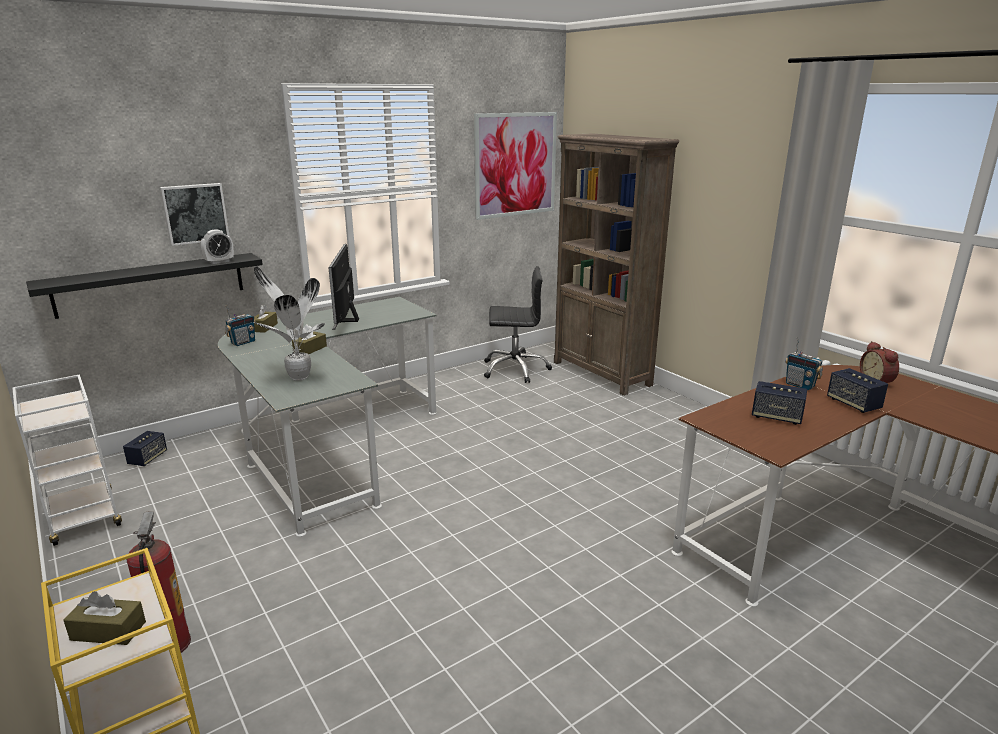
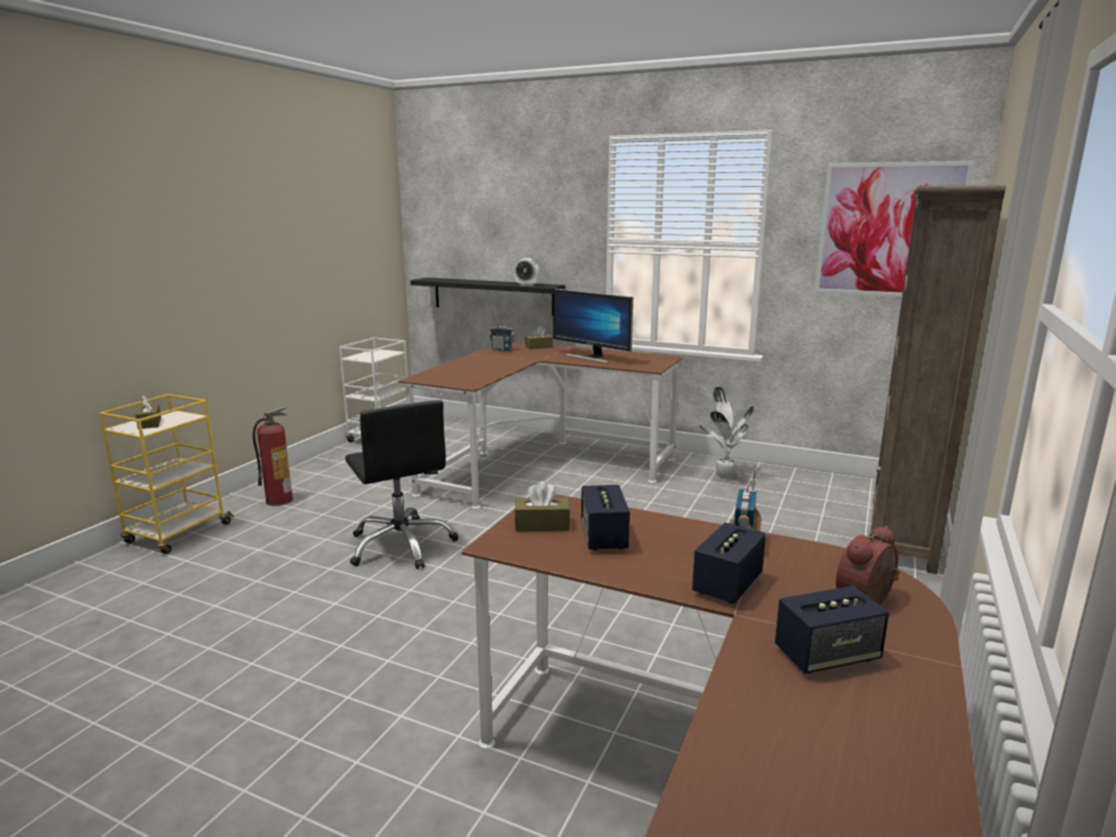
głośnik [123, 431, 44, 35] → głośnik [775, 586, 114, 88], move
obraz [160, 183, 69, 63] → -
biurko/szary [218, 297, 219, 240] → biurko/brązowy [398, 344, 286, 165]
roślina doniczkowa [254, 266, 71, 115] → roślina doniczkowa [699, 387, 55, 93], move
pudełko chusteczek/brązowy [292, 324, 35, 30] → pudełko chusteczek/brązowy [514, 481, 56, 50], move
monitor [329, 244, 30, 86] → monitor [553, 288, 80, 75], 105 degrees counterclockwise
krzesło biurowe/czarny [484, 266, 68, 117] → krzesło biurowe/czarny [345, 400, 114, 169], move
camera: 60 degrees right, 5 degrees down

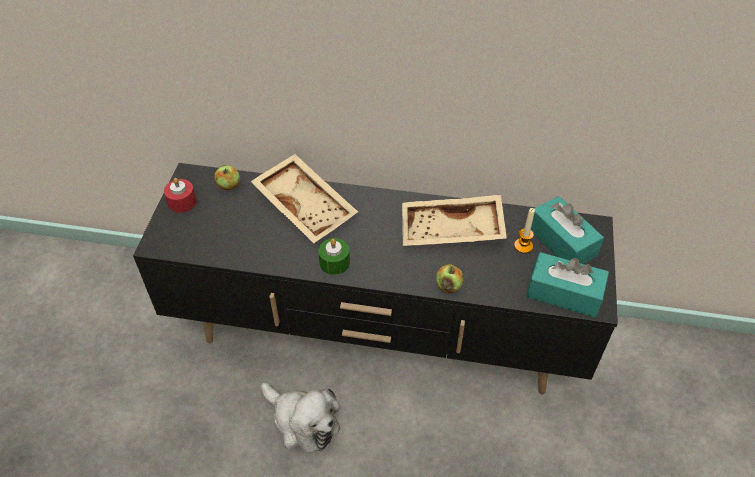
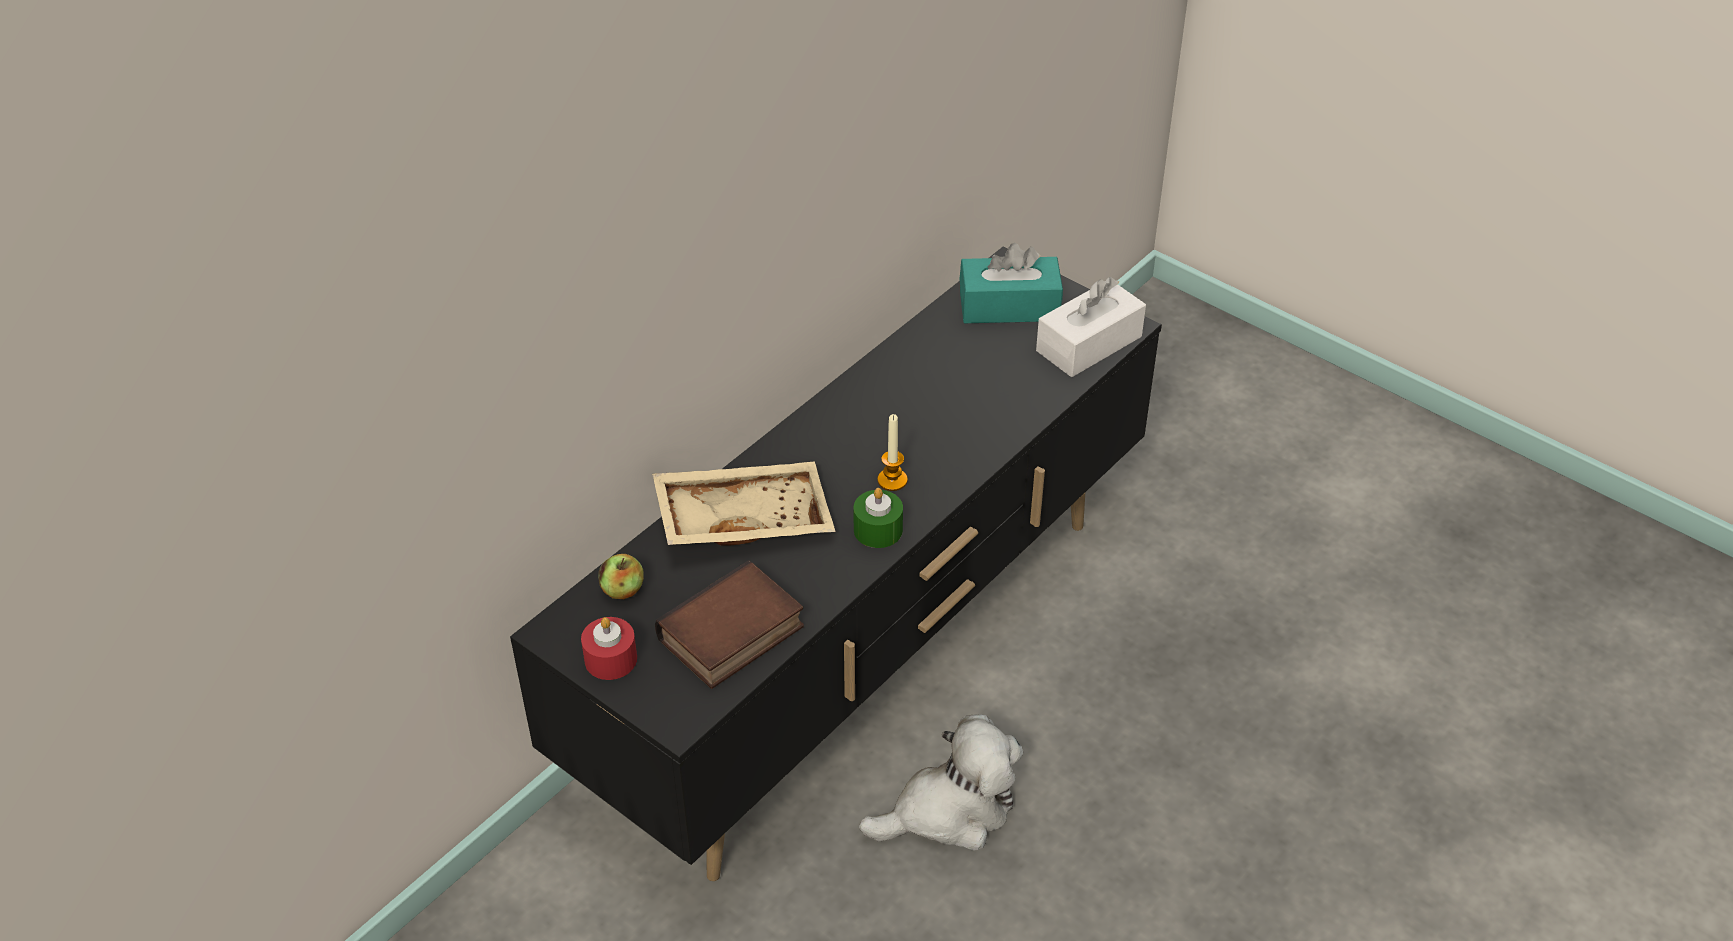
taca/beżowy [402, 195, 105, 51] → -
jabłko [436, 264, 27, 29] → -
świeca [514, 208, 21, 45] → świeca [877, 414, 31, 77], move
pudełko chusteczek/turkusowy [526, 252, 83, 65] → pudełko chusteczek/biały [1036, 277, 110, 100]
- → książka [655, 560, 149, 129]
camera: 60 degrees left, 5 degrees down

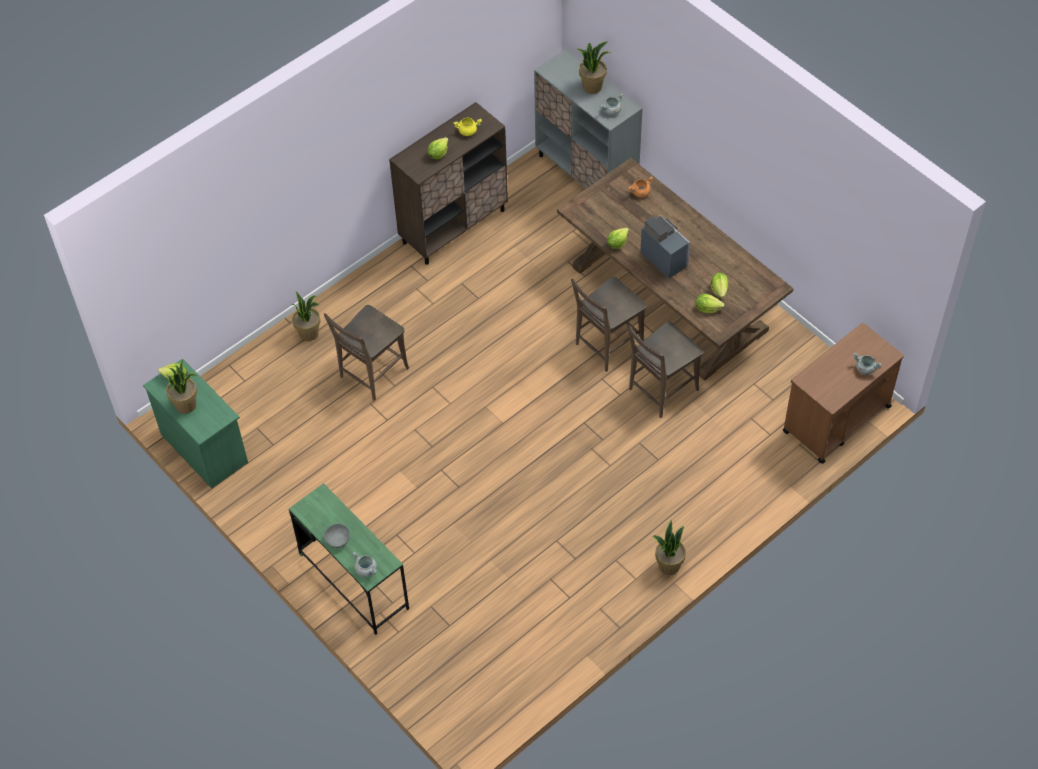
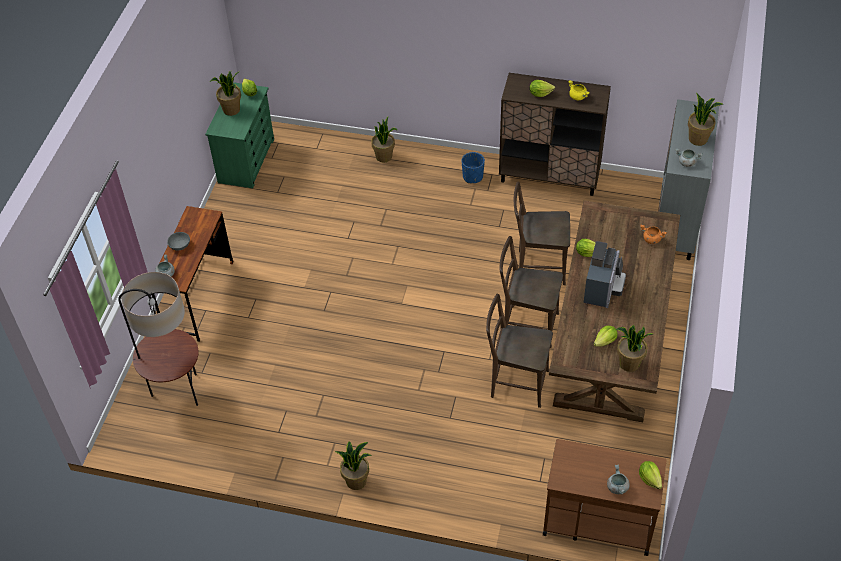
biurko/zielony [289, 483, 120, 152] → biurko/brązowy [151, 206, 82, 136]
krzesło/brązowy [324, 305, 85, 96] → krzesło/brązowy [514, 182, 56, 103], move
sałata [696, 294, 29, 19] → sałata [639, 461, 23, 28], move
- → lampa stojąca [118, 272, 81, 134]
- → donica/niebieski [462, 152, 23, 31]
- → roślina doniczkowa [616, 325, 37, 47]
camera: 55 degrees right, 5 degrees down

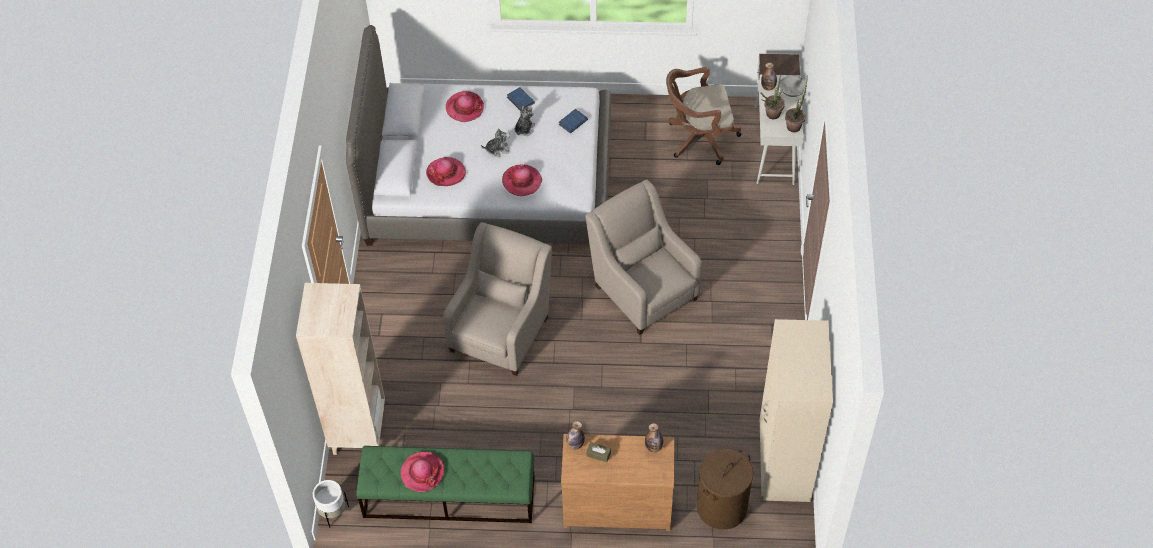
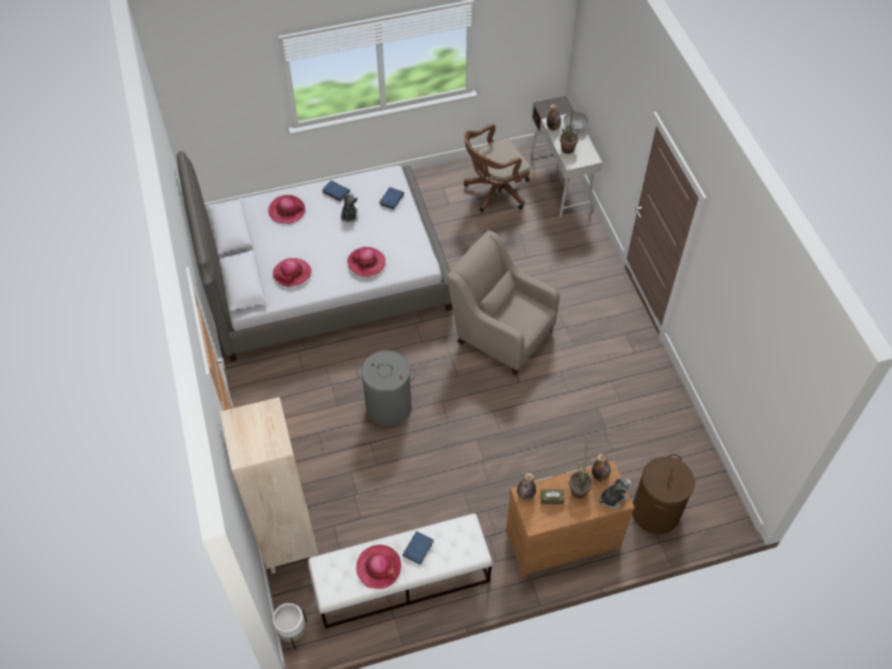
ławka/zielony [356, 446, 179, 77] → ławka/biały [308, 513, 185, 116]
fotel/beżowy [443, 222, 109, 154] → kosz na pranie/szary [356, 350, 60, 76]
pluszak [481, 128, 29, 29] → pluszak [599, 478, 32, 31], move
szafa/beżowy [760, 319, 73, 183] → -
roślina doniczkowa [785, 77, 22, 55] → roślina doniczkowa [569, 438, 24, 60], move
- → książka/niebieski [403, 531, 31, 34]
camera: 20 degrees left, 0 degrees up

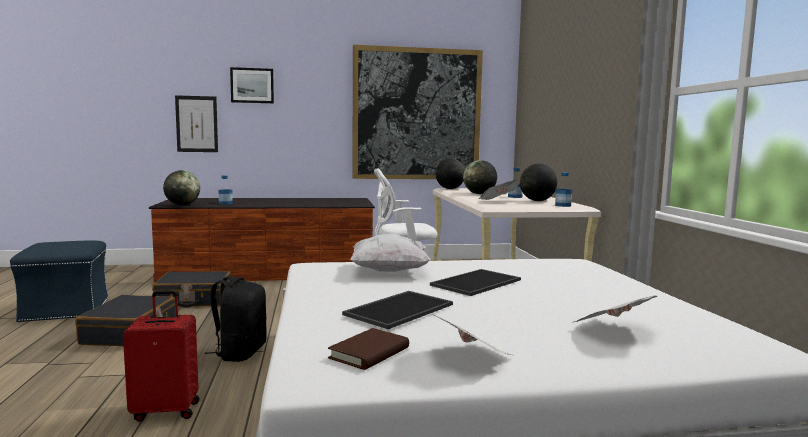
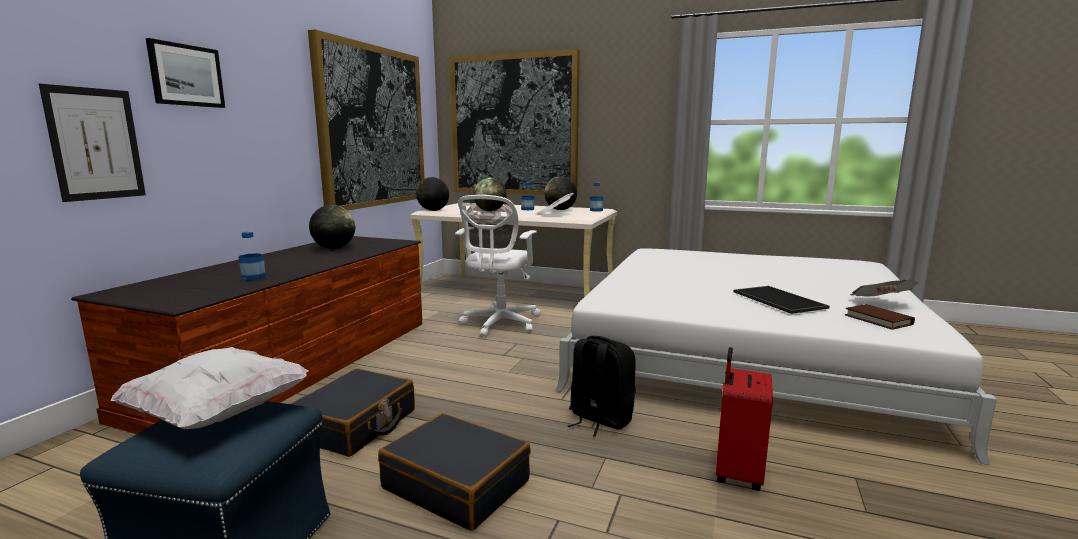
globus [163, 170, 37, 35] → globus [309, 205, 46, 44], move
poduszka/biały [350, 234, 81, 38] → poduszka/biały [111, 347, 197, 82], move
taca [430, 269, 91, 27] → -
gazeta [574, 295, 83, 27] → -
- → obraz [449, 49, 131, 146]
camera: 60 degrees left, 5 degrees up

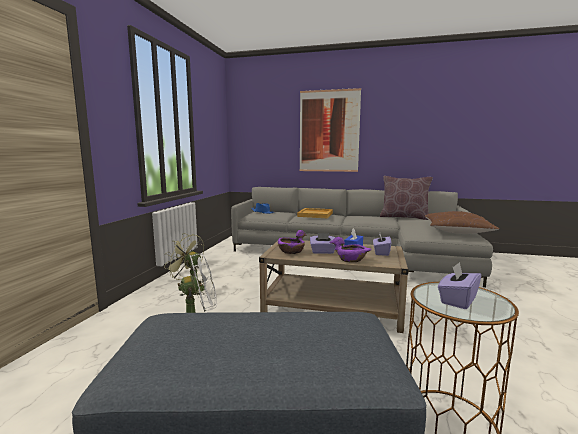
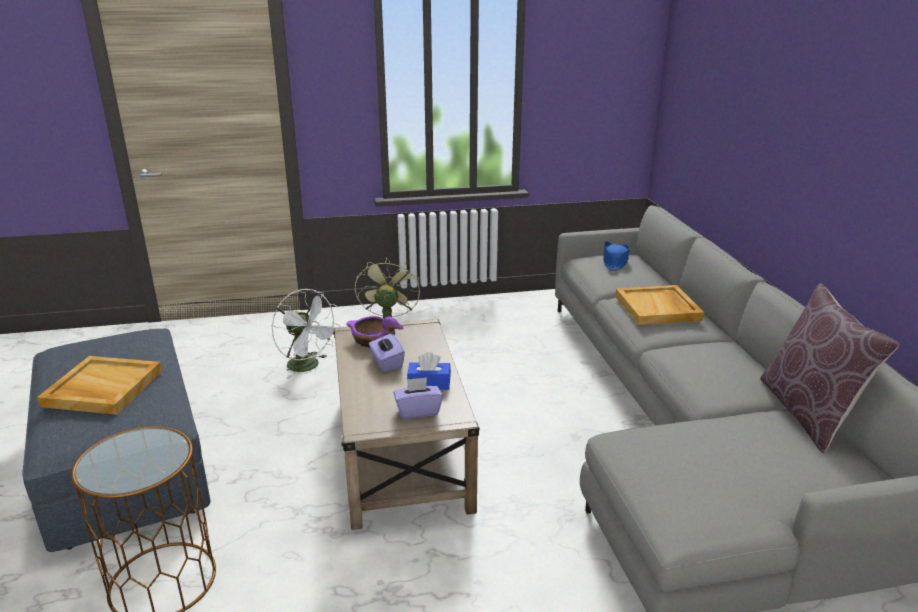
obraz [300, 88, 61, 84] → -
miska/fioletowy [329, 237, 42, 25] → -
poduszka/brązowy [425, 211, 74, 23] → -
pudełko chusteczek/fioletowy [438, 262, 43, 47] → -
- → taca/beżowy [37, 356, 125, 59]
camera: 65 degrees right, 15 degrees up

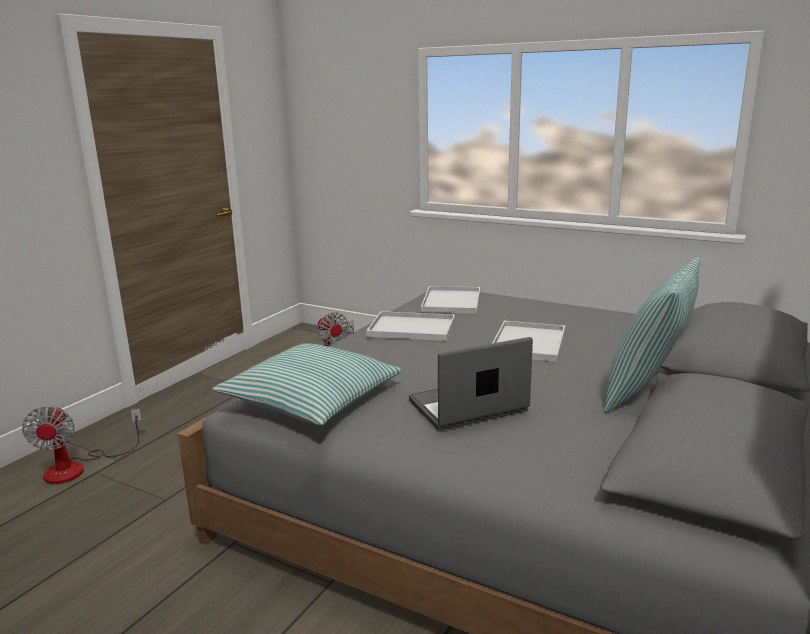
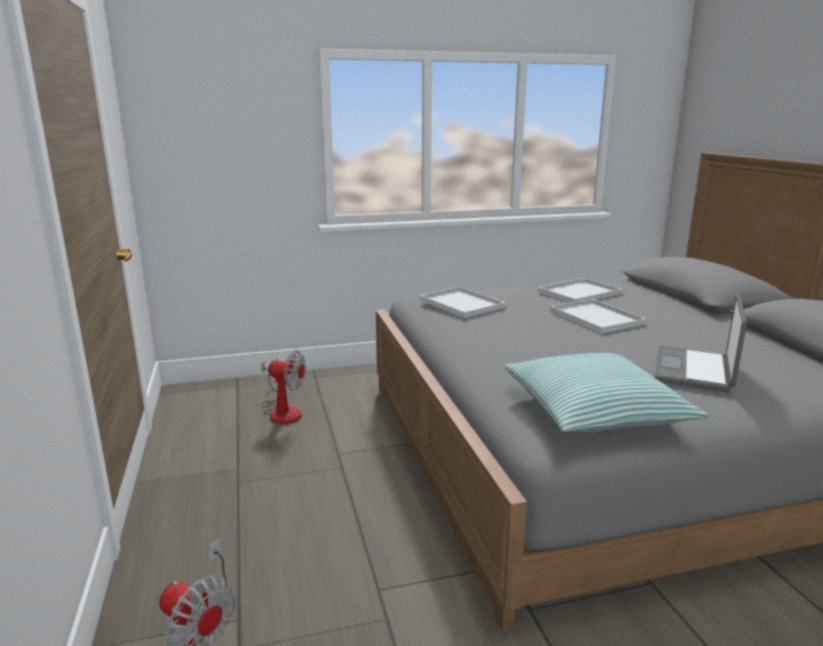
taca/biały [366, 311, 89, 30] → taca/biały [538, 278, 84, 25], move
poduszka [604, 257, 96, 156] → -
camera: 45 degrees left, 0 degrees up

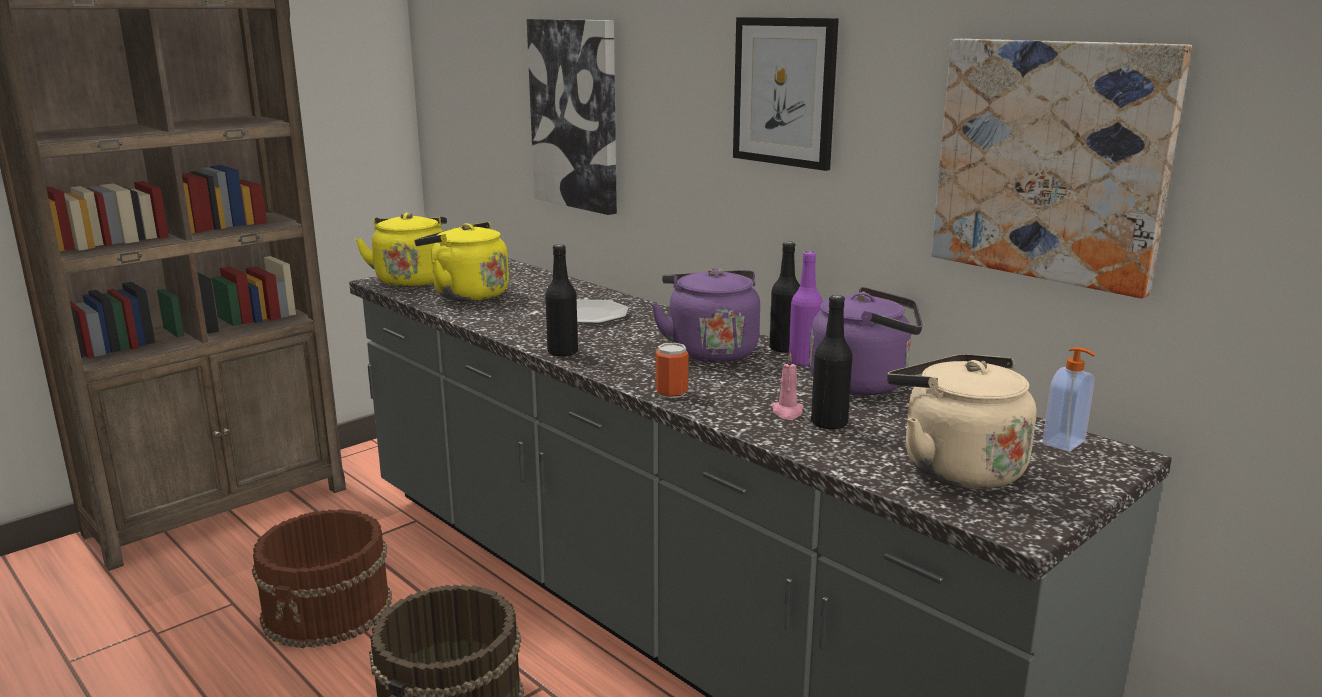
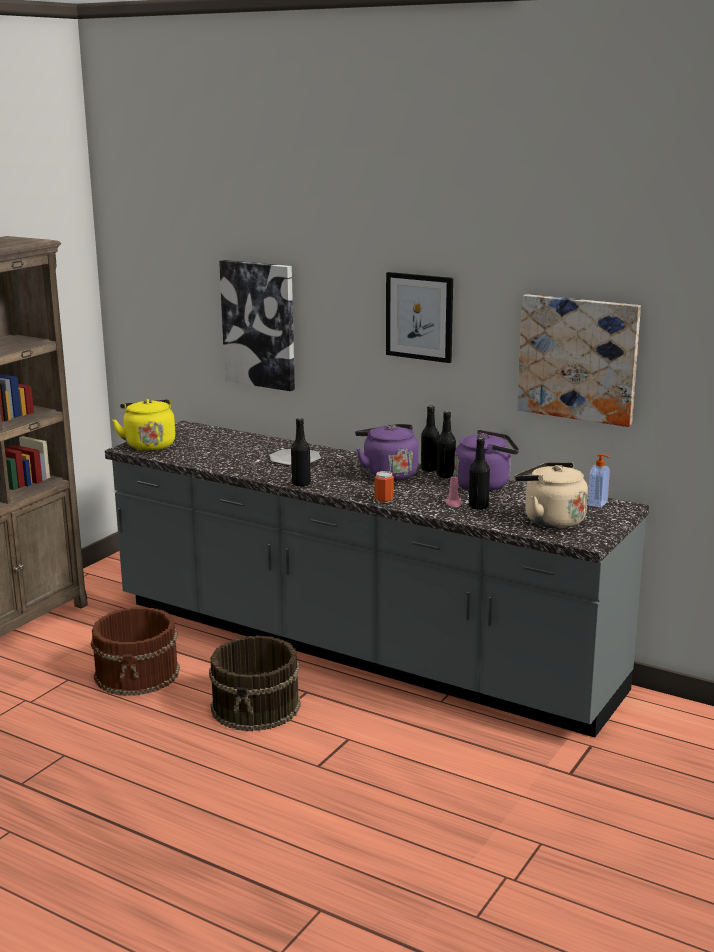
czajnik/żółty [414, 222, 95, 80] → -
butelka/fioletowy [788, 251, 35, 116] → butelka/czarny [437, 411, 19, 67]
camera: 15 degrees left, 0 degrees up

